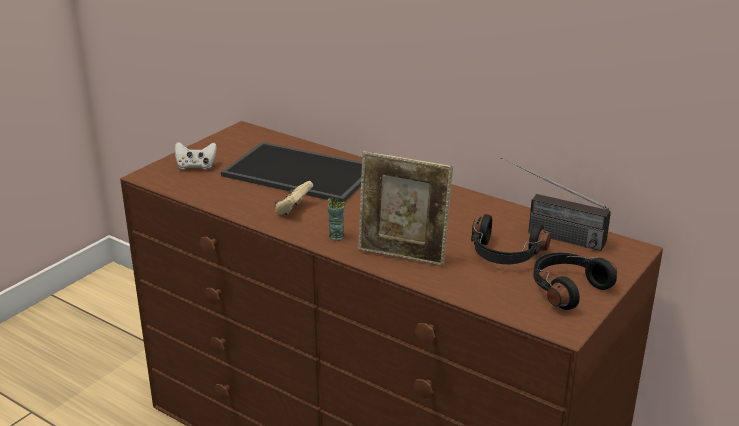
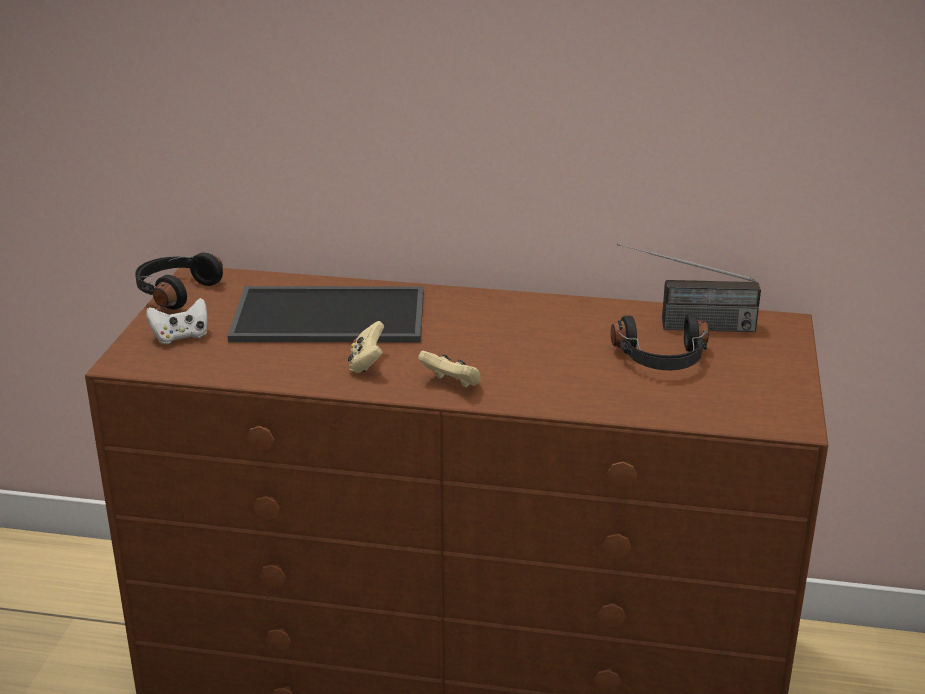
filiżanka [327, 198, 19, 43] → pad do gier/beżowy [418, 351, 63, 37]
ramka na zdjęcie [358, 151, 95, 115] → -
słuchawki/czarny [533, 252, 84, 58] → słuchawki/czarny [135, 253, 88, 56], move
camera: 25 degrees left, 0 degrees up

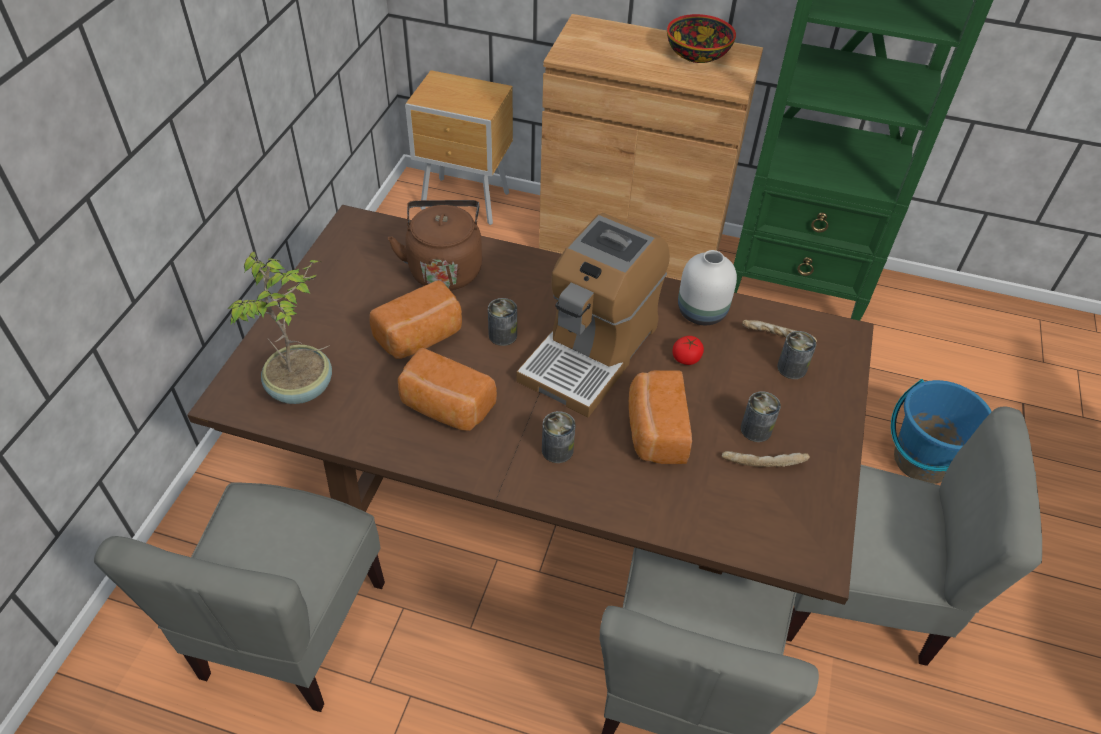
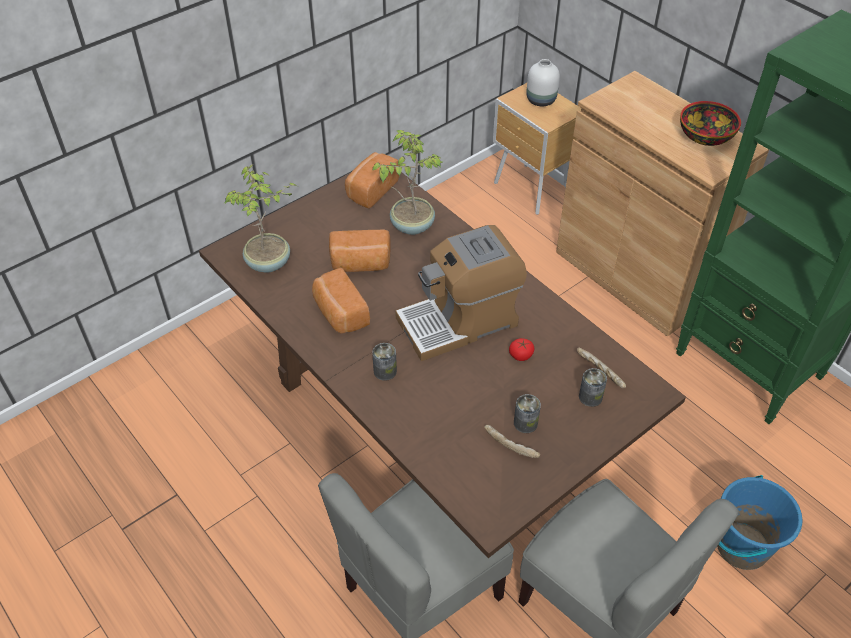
krzesło/szary [94, 482, 291, 230] → -
czajnik/brązowy [388, 200, 94, 90] → roślina doniczkowa [372, 130, 72, 105]
puszka [488, 298, 29, 48] → -
chleb [629, 370, 63, 94] → chleb [345, 152, 54, 57], move
wazon/biały [678, 250, 59, 75] → wazon/biały [526, 59, 34, 47], move
camera: 35 degrees right, 0 degrees up

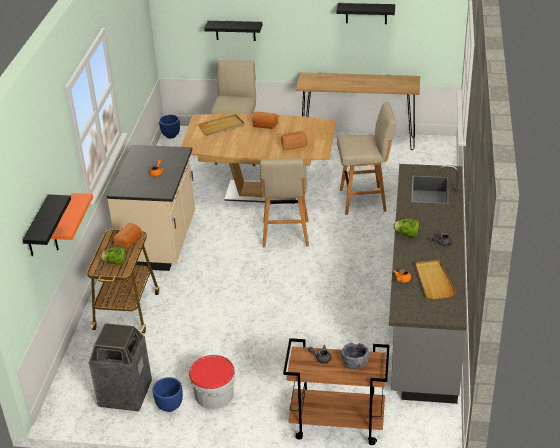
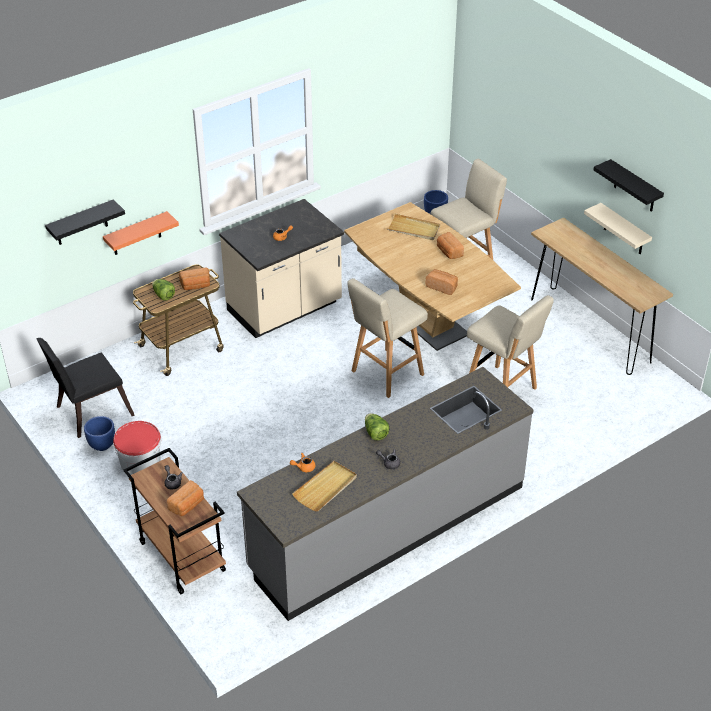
kosz na śmieci [89, 323, 63, 89] → krzesło/czarny [36, 338, 99, 100]
półka/czarny [204, 21, 58, 20] → -
miska/szary [341, 342, 28, 27] → chleb [167, 480, 37, 36]
- → półka/beżowy [584, 203, 68, 51]
camera: 45 degrees right, 5 degrees up

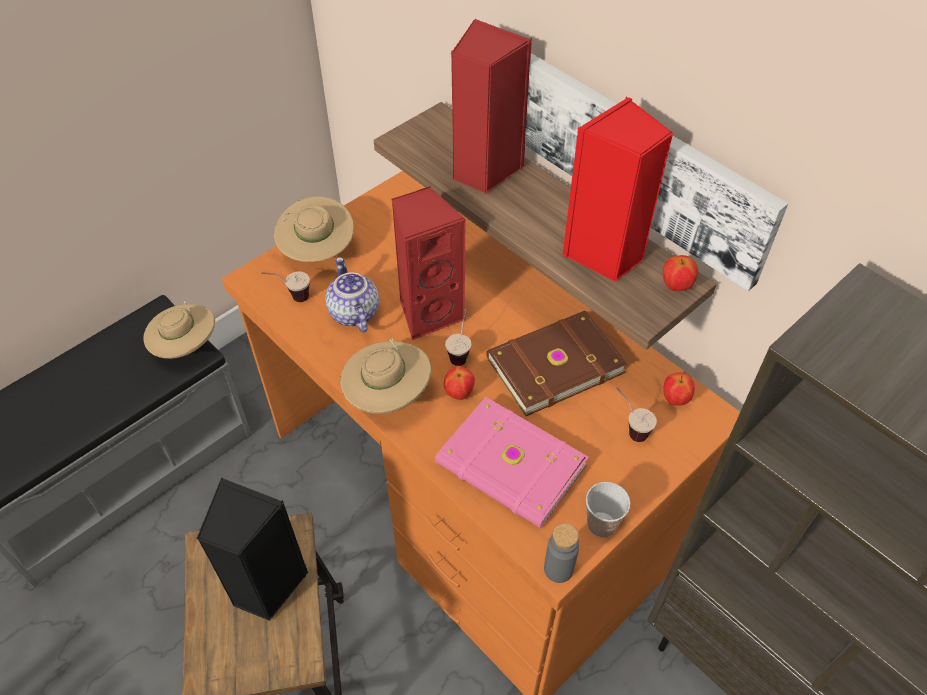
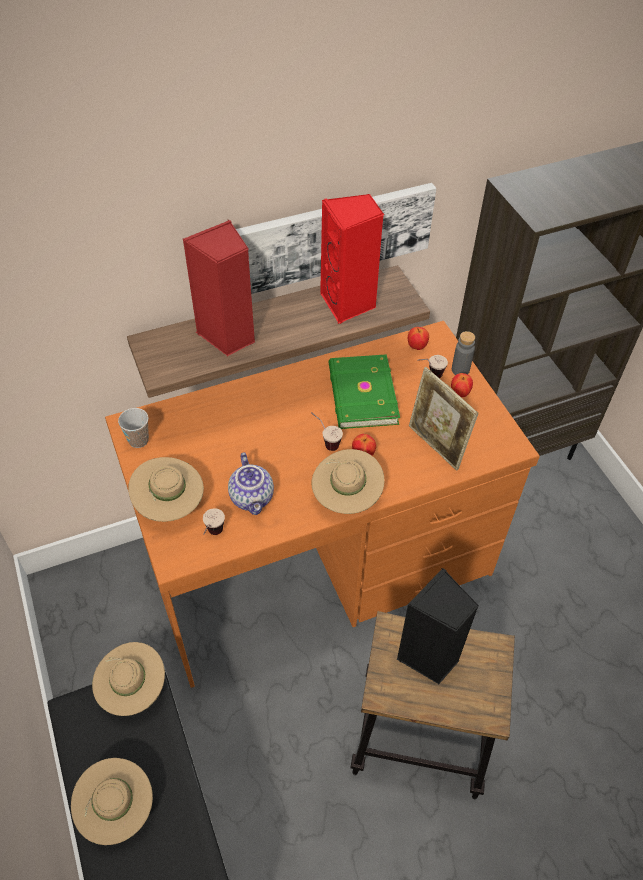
imbryk [326, 257, 53, 76] → imbryk [228, 452, 46, 63], 105 degrees counterclockwise
głośnik/czerwony [391, 186, 75, 154] → -
książka/różowy [435, 397, 154, 131] → ramka na zdjęcie [409, 367, 69, 104]
książka/brązowy [486, 311, 141, 105] → książka/zielony [329, 354, 71, 75]
butelka/szary [544, 523, 35, 60] → butelka/szary [452, 331, 23, 44], move
filiżanka [586, 482, 44, 55] → filiżanka [118, 408, 31, 40], move
jabłko [663, 255, 35, 36] → jabłko [451, 373, 22, 24], move
- → kapelusz/beżowy [71, 758, 82, 87]
camera: 70 degrees left, 0 degrees up

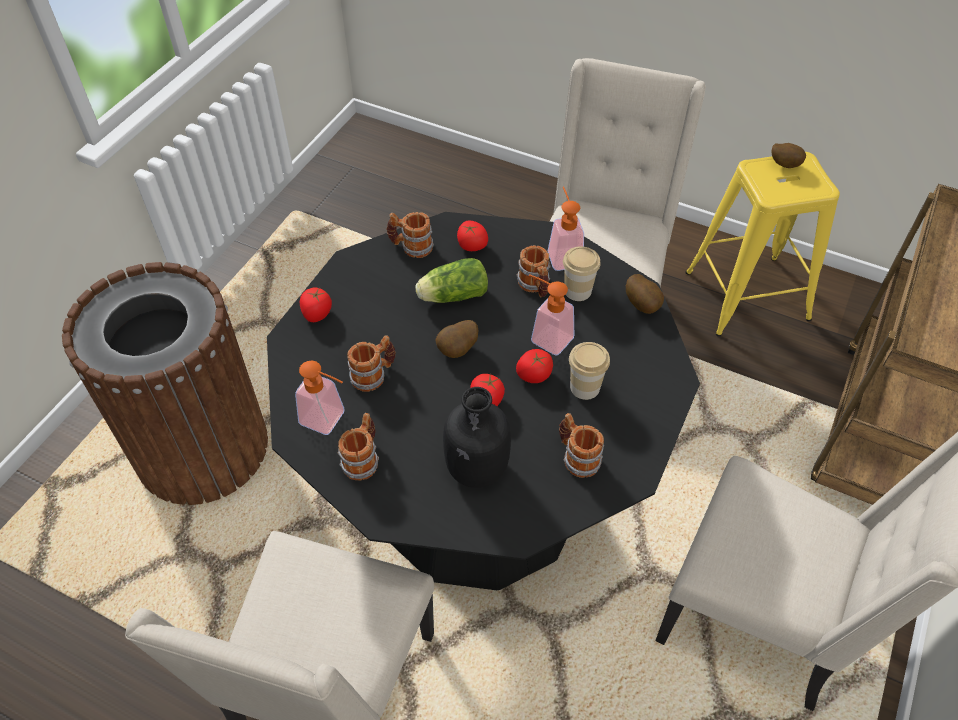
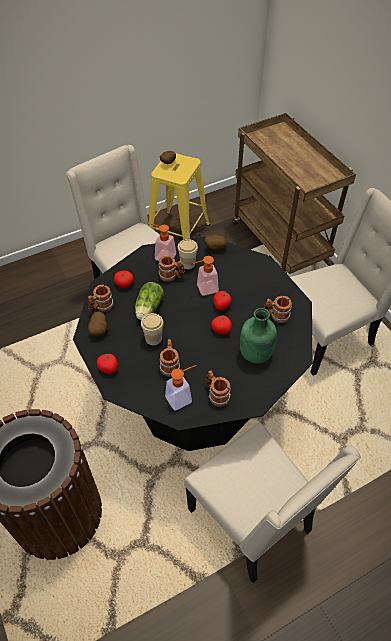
ziemniak [436, 320, 42, 38] → ziemniak [88, 311, 20, 26], move
butelka/czarny [443, 387, 68, 101] → butelka/zielony [240, 308, 37, 56]
filiżanka [569, 342, 41, 58] → filiżanka [141, 313, 23, 32], move
camera: 55 degrees left, 0 degrees up

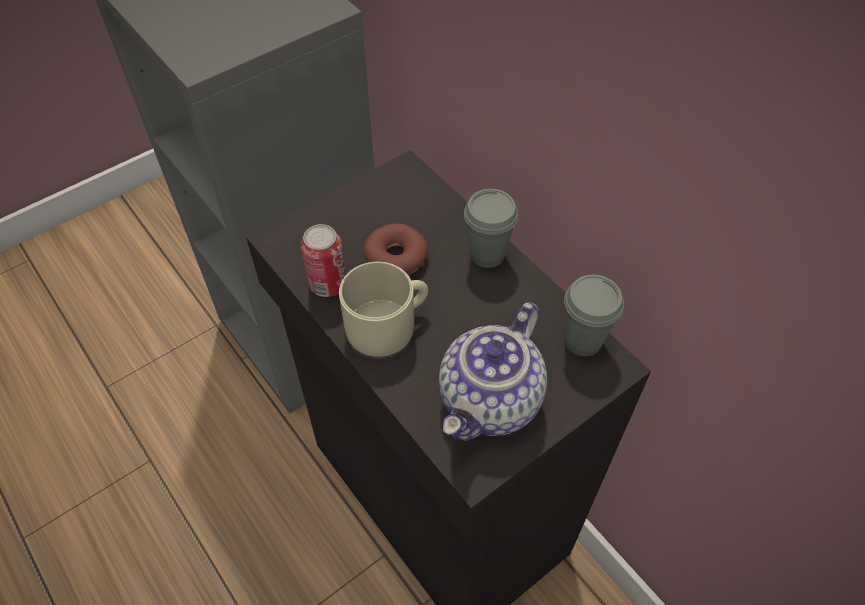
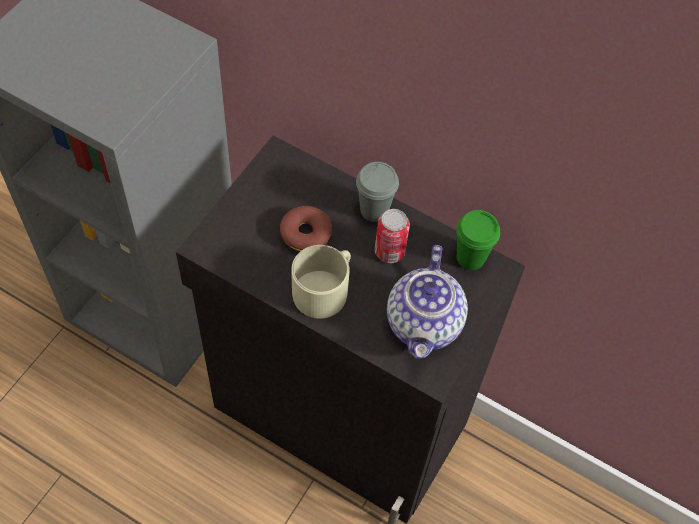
puszka [301, 224, 45, 73] → puszka [375, 209, 35, 54], move
filiżanka/szary [564, 275, 60, 81] → filiżanka/zielony [456, 210, 44, 60]
camera: 25 degrees left, 5 degrees up

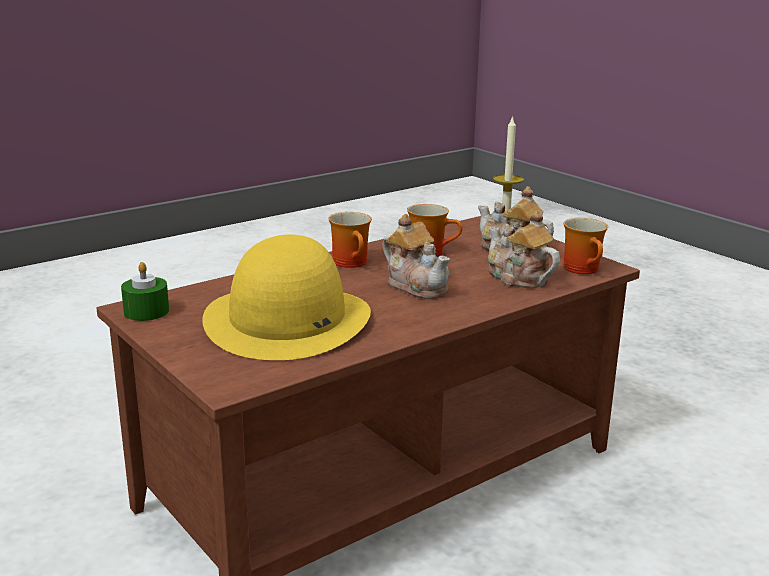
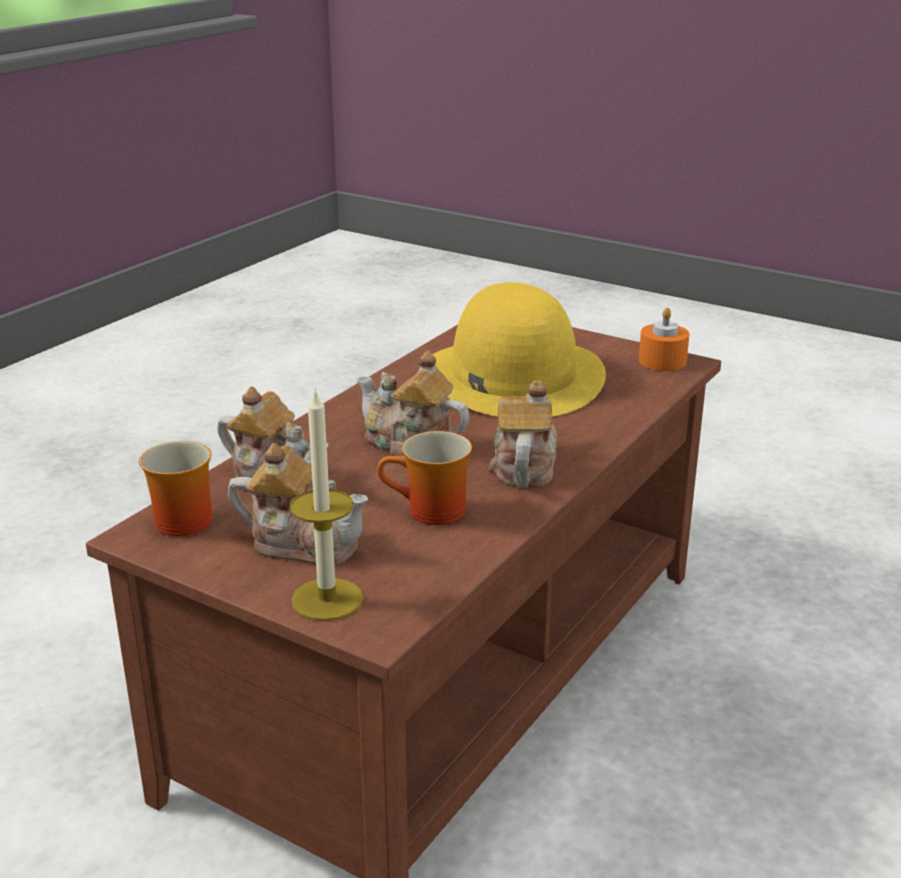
świeca/zielony [121, 262, 48, 59] → świeca/pomarańczowy [639, 308, 51, 63]
kubek [328, 212, 44, 56] → imbryk [489, 380, 69, 108]
camera: 160 degrees right, 5 degrees up

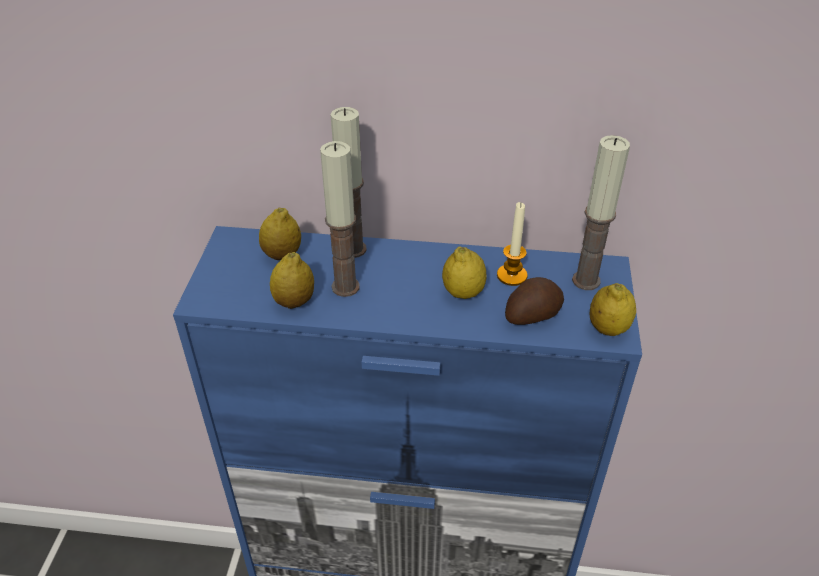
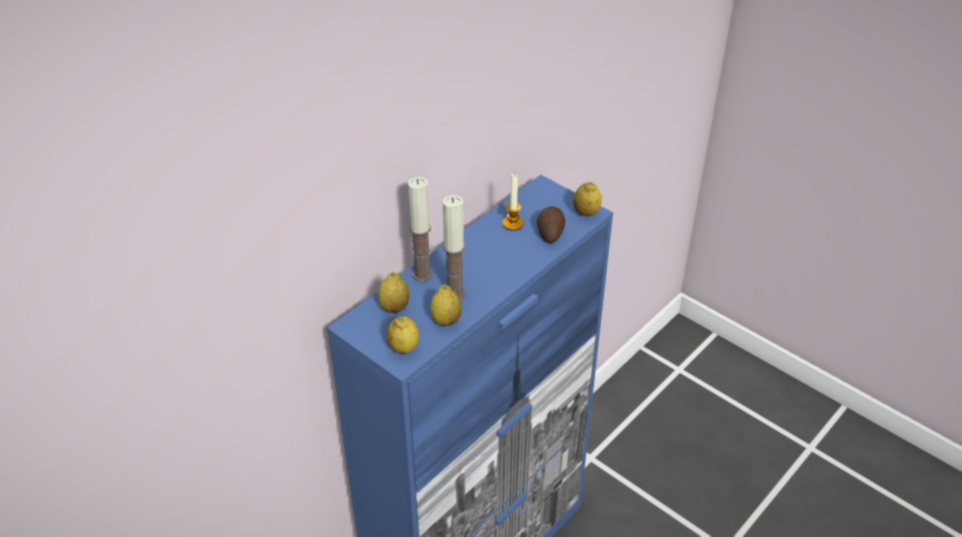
cytryna [442, 247, 45, 52] → cytryna [386, 316, 33, 38], move
świeca [572, 135, 58, 155] → -
camera: 55 degrees left, 0 degrees up

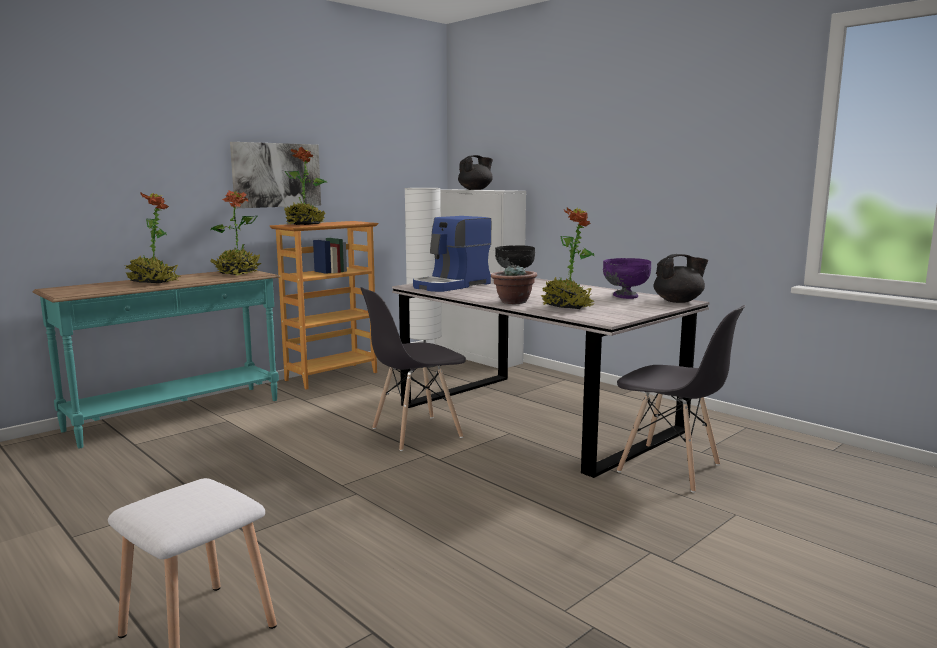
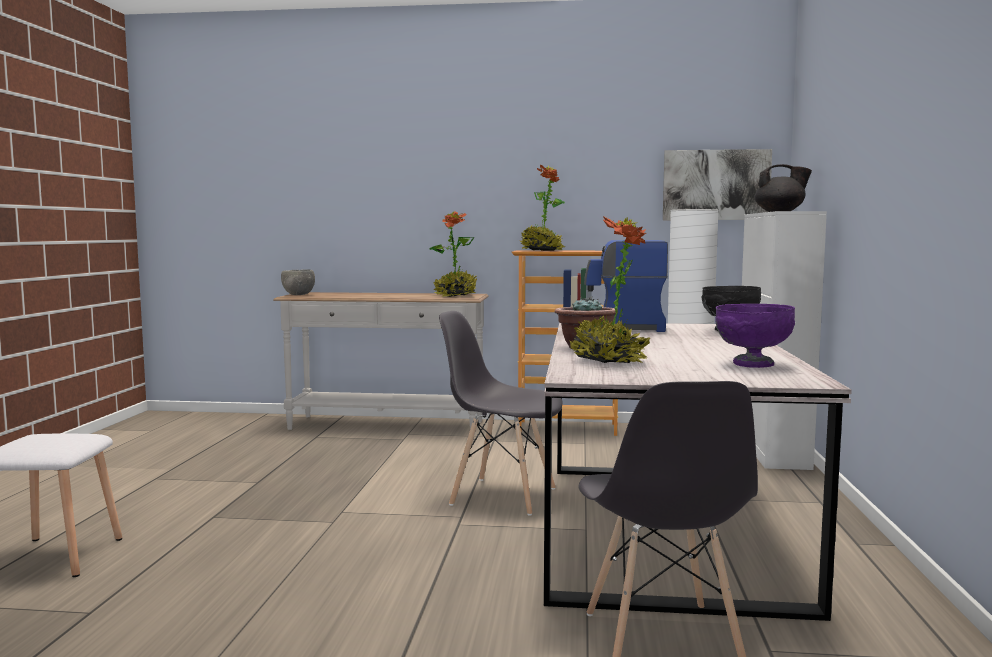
stolik konsolowy/turkusowy [33, 271, 247, 177] → stolik konsolowy/biały [273, 292, 216, 138]
roślina doniczkowa [125, 192, 56, 91] → -
obraz [230, 142, 91, 66] → obraz [663, 149, 109, 71], move
imbryk/czarny [654, 254, 54, 49] → -
- → miska/szary [281, 270, 34, 25]
camera: 50 degrees right, 5 degrees down

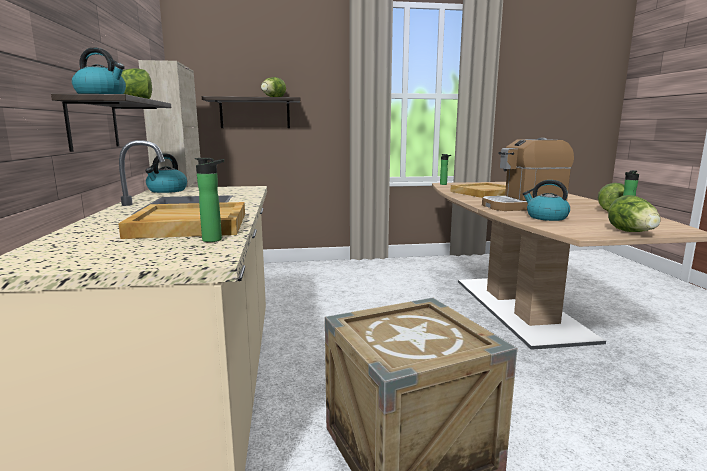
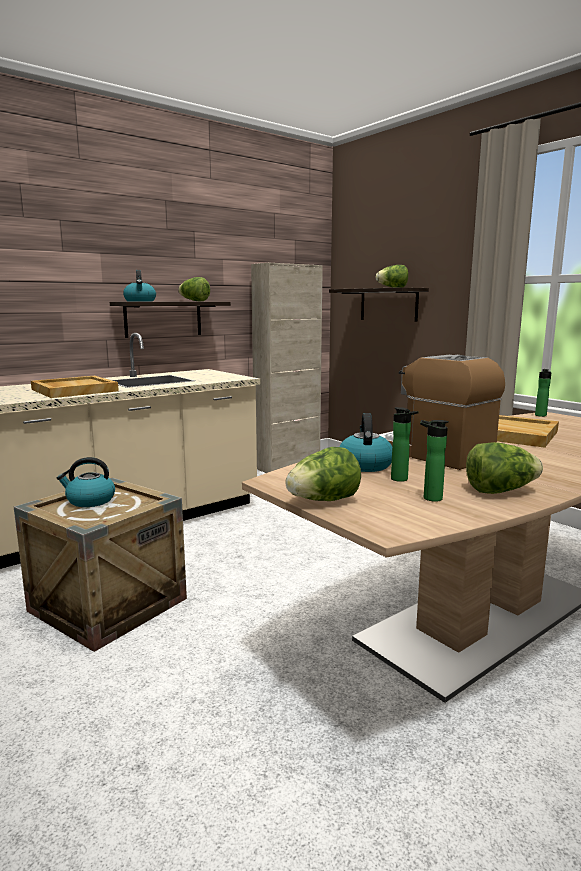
czajnik [145, 154, 42, 39] → czajnik [57, 457, 58, 50], move
butelka [195, 158, 29, 84] → butelka [391, 407, 28, 75], move
camera: 60 degrees right, 0 degrees up

